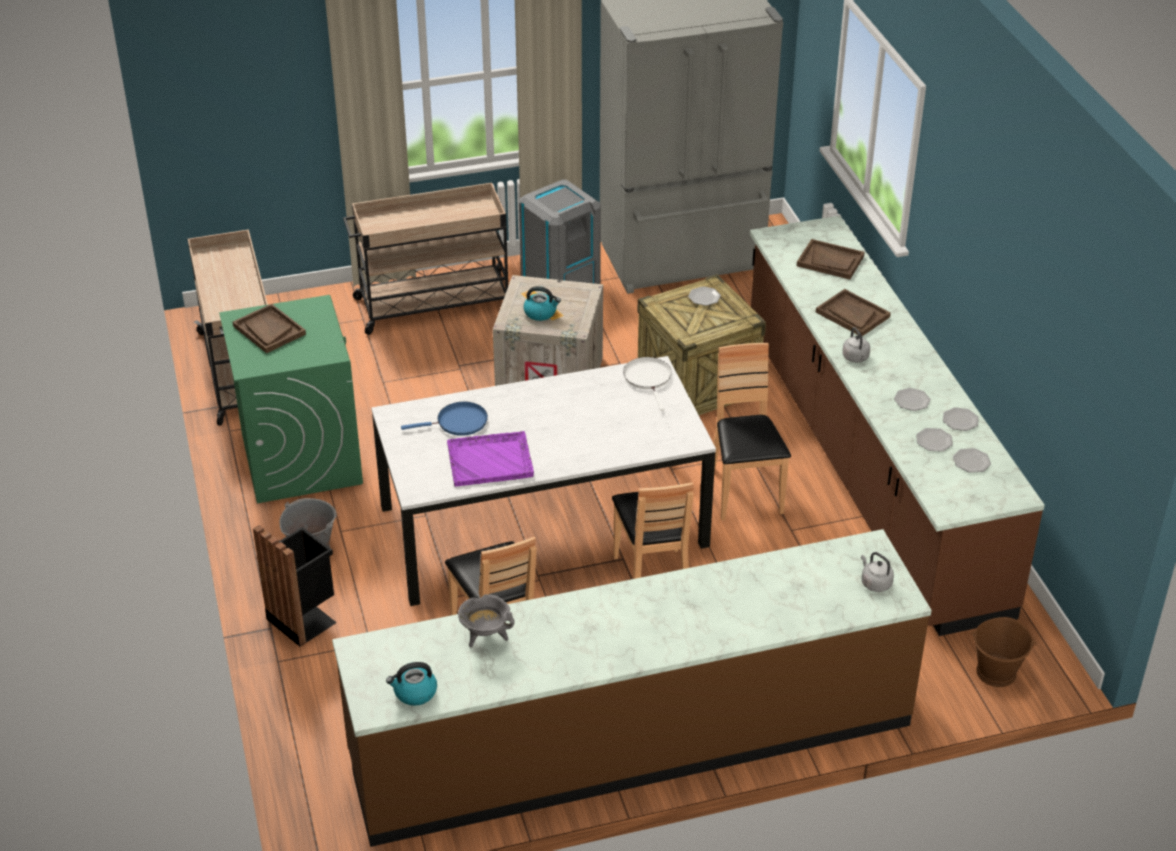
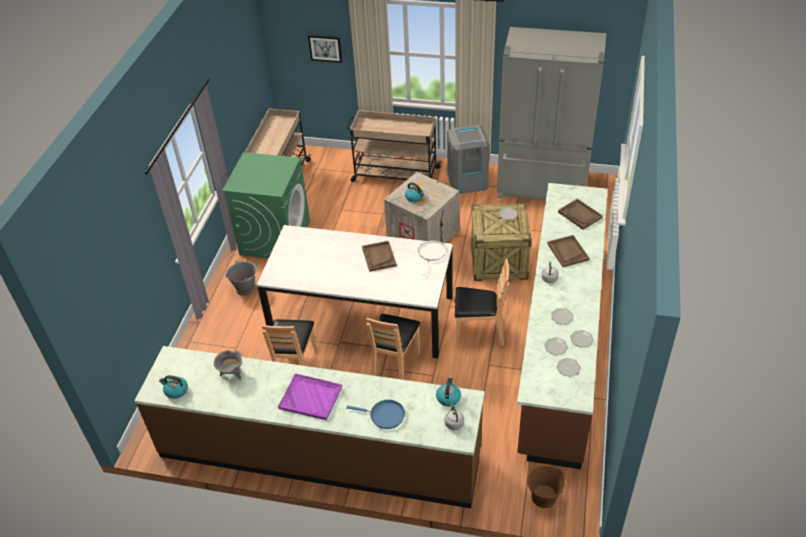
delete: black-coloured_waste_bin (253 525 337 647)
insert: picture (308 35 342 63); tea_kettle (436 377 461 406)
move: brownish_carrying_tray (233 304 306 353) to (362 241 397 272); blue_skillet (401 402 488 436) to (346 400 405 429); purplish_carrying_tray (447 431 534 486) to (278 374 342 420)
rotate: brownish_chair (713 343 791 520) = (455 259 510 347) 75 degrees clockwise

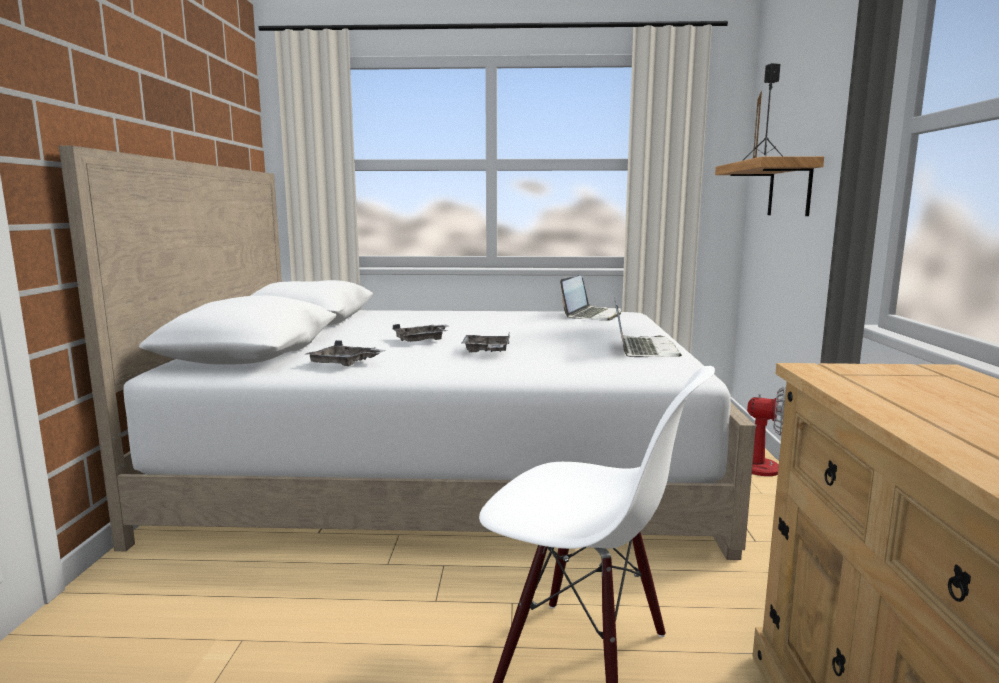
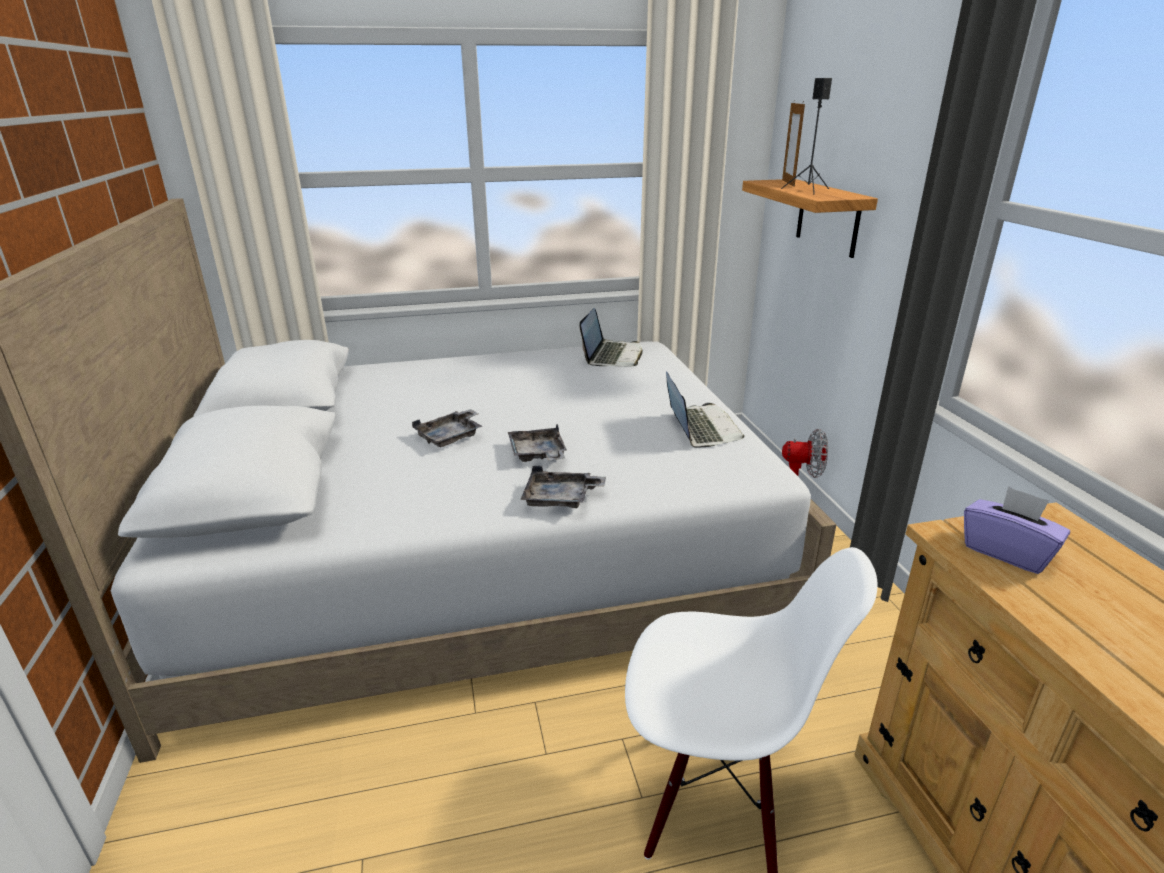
insert: purplish_tissue_box (964 486 1070 574)
move: grey_carrying_tray (306 340 386 366) to (520 466 606 508)

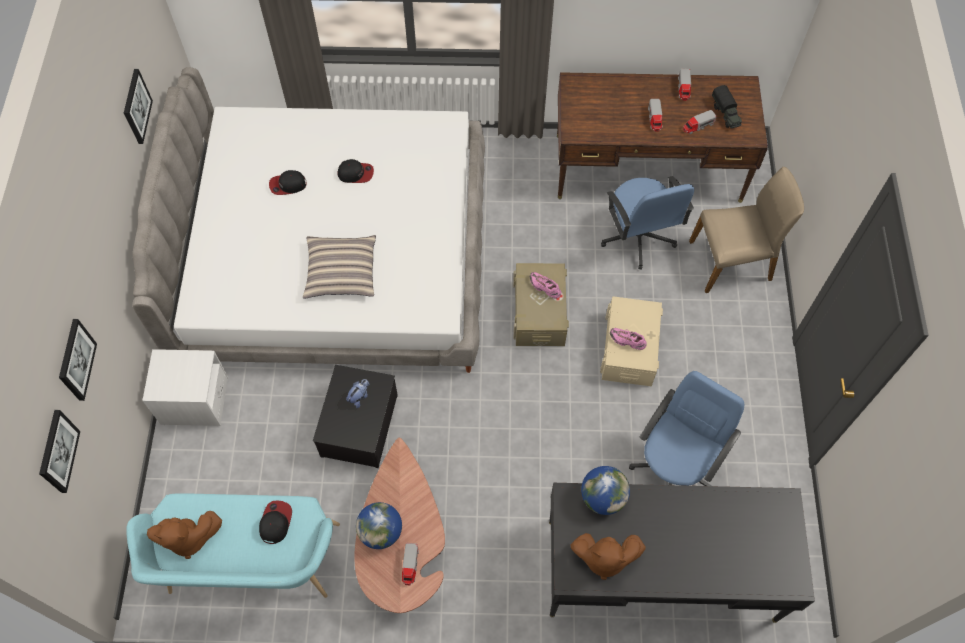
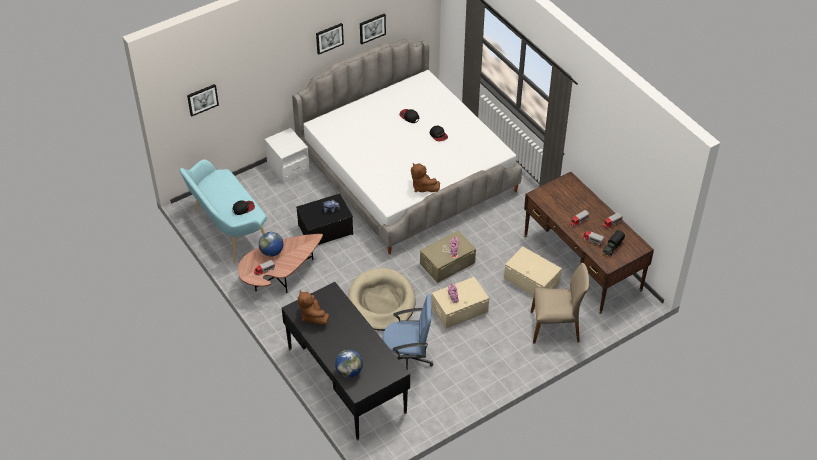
delete: pillow (303 235 376 299)
insert: sand-coloured_pet_bed (348 268 416 331)
move: picture (59 319 97 401) to (316 23 344 55); desk_globe (581 466 630 515) to (335 350 363 378); brownish_cuddly_toy (147 511 222 559) to (411 163 440 192)
replace: blue_office_chair (601 176 694 270) to sand-coloured_storage_box (504 247 562 296)
rotate: sand-coloured_chair (689 167 804 293) = (531 263 589 343) 45 degrees counterclockwise

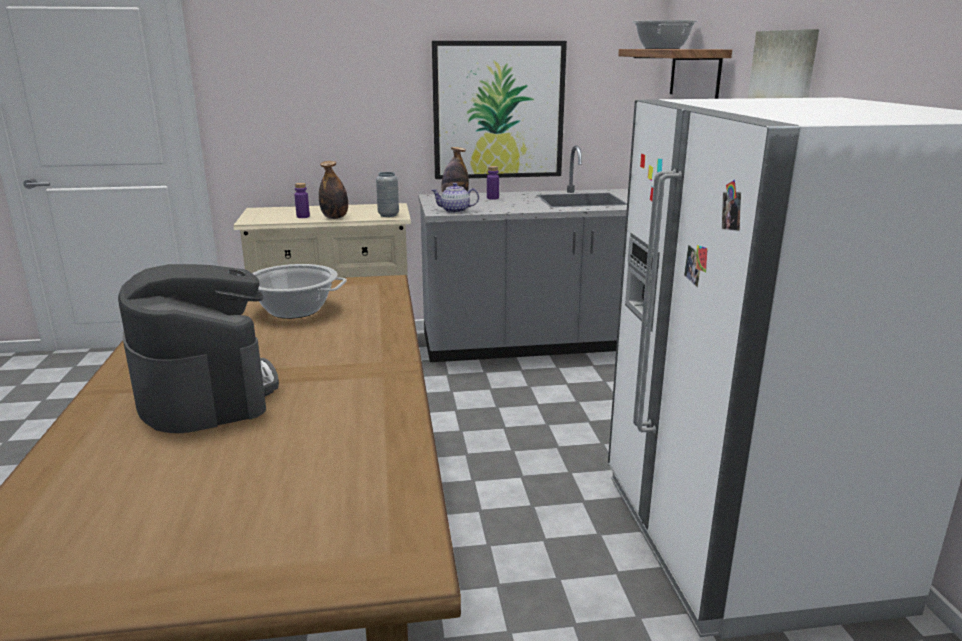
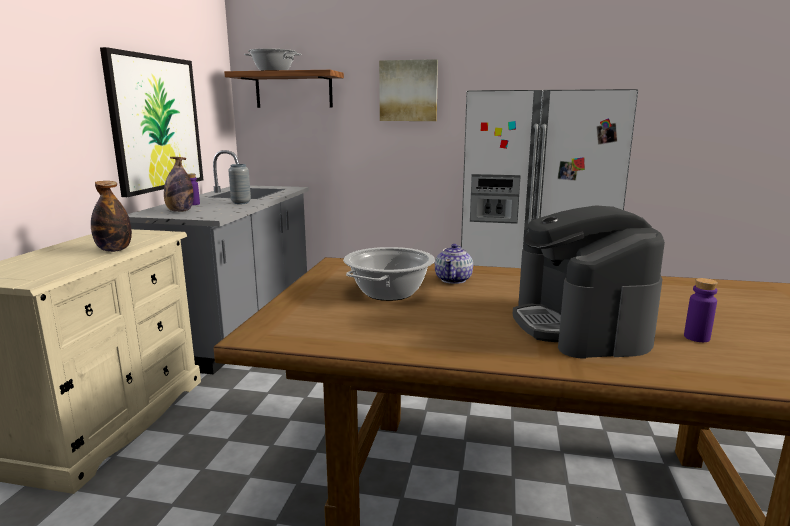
move: grey_decorative_vase (376 172 399 217) to (228 164 251 204); purplish_drink_bottle (295 183 310 218) to (684 278 718 342); tea_pot (431 183 479 213) to (435 244 473 284)
rotate: coffee_machine (118 264 279 433) = (513 205 665 359) 90 degrees counterclockwise

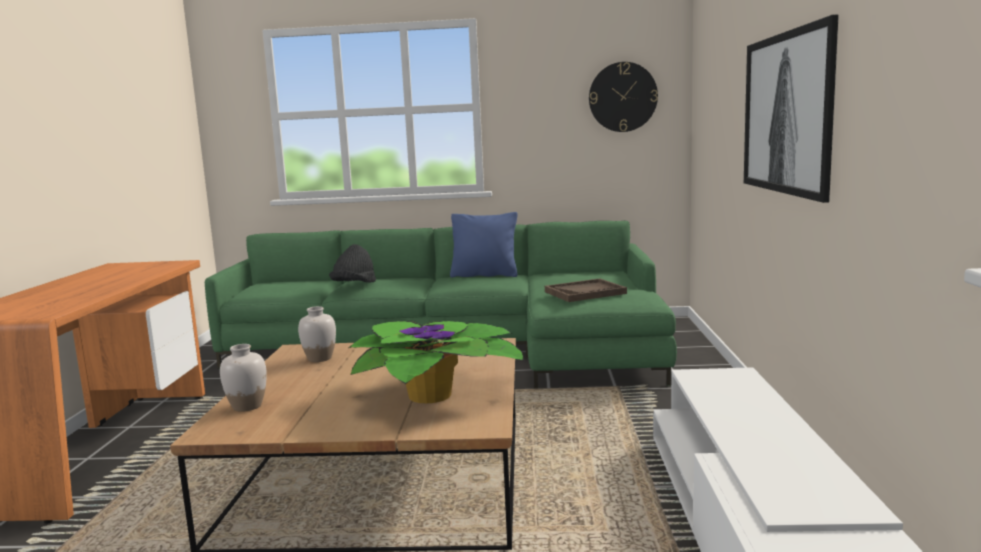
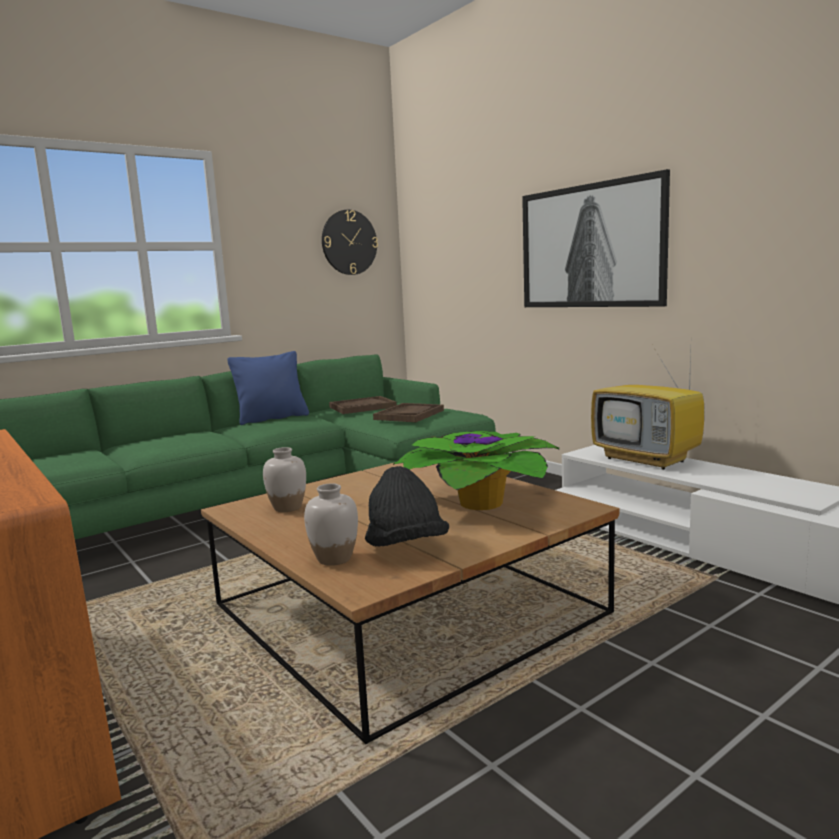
insert: television (591 353 704 470); brownish_carrying_tray (329 396 397 414)
move: black-coloured_hat (329 244 376 283) to (365 466 449 547)

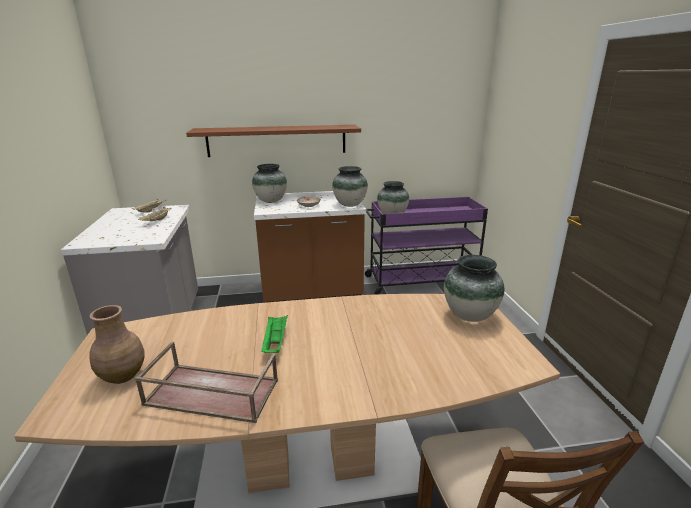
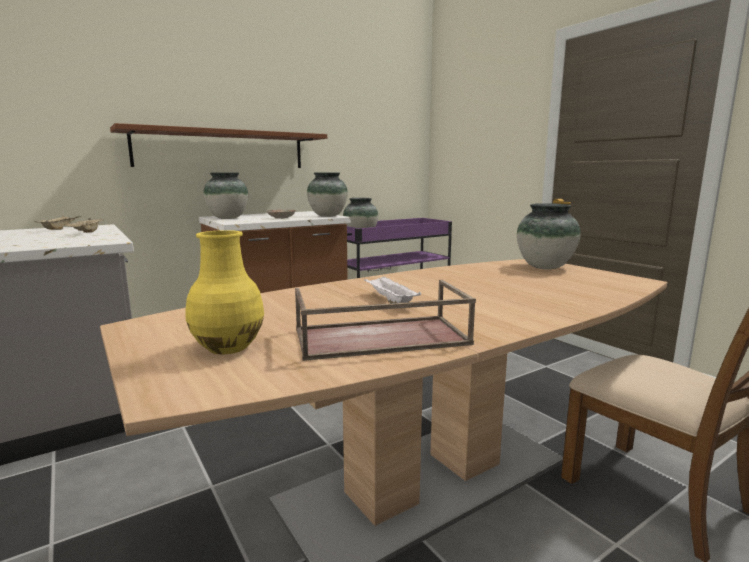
recolor: brownish_decorative_vase (89 305 145 384) to yellowish_decorative_vase (186 230 264 354); green-coloured_carrying_tray (261 315 288 353) to whitish_carrying_tray (364 276 421 303)

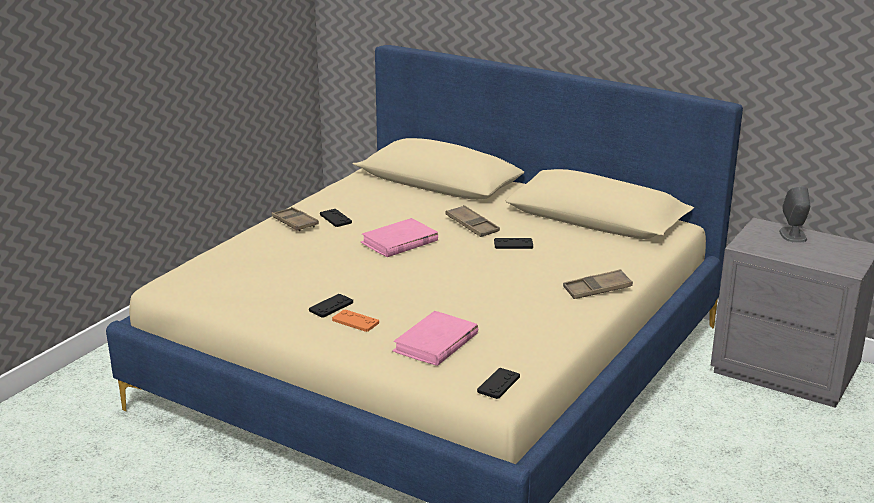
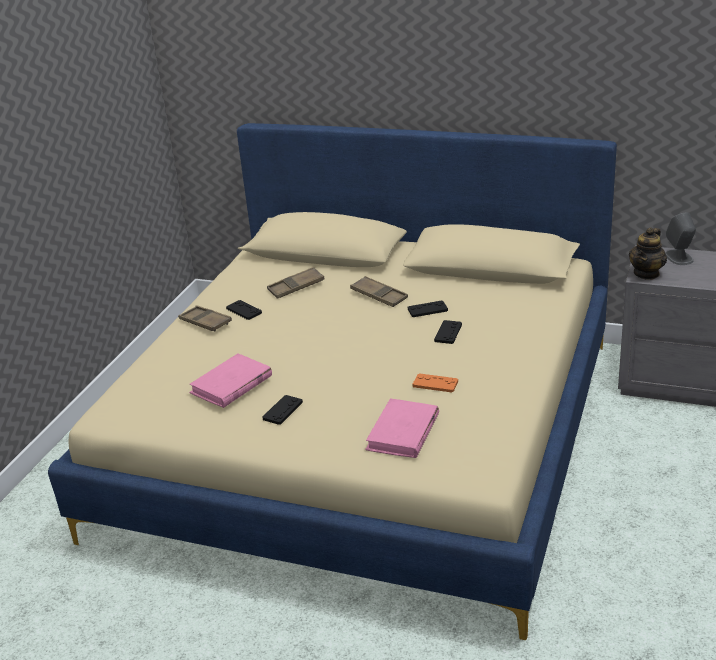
insert: tea_pot (629 227 667 280)
move: pink-coloured_volume (361 218 438 257) to (189 354 272 408); brownish_carrying_tray (563 269 633 299) to (267 267 324 299); orange_gamepad (332 309 379 332) to (413 373 458 392); black-coloured_gamepad (477 368 520 399) to (434 320 462 344)

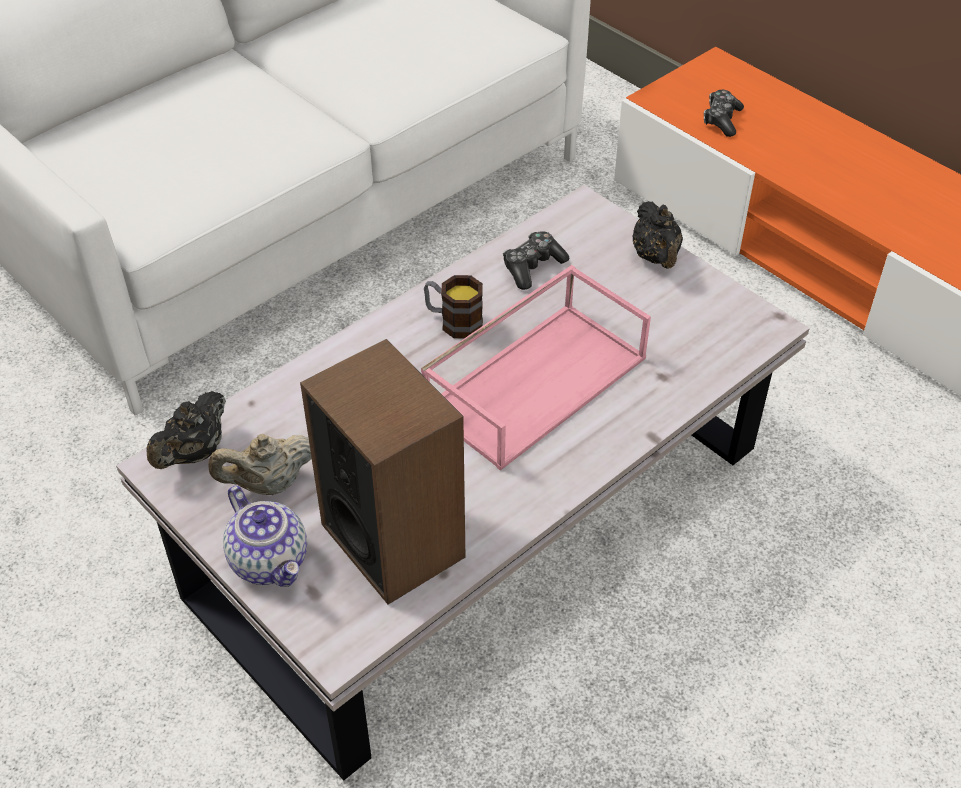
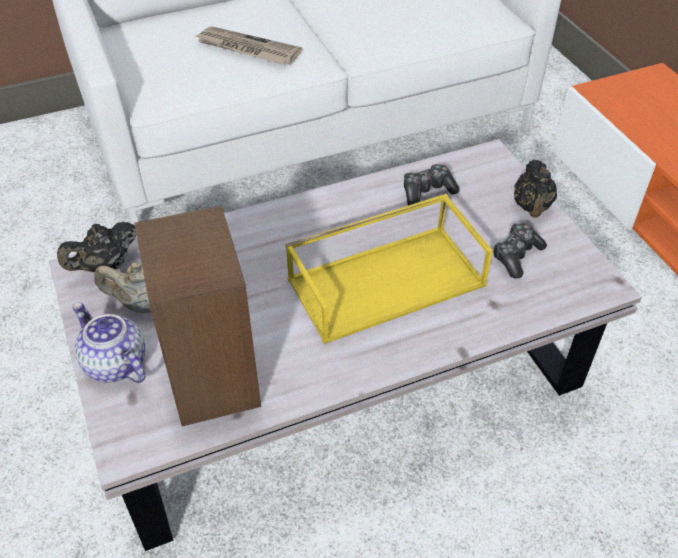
delete: mug (424 275 483 339)
insert: daily_paper (196 27 302 65)
move: gamepad (704 90 744 137) to (493 223 547 278)
recolor: pink-coloured_carrying_tray (421 265 651 471) to yellowish_carrying_tray (285 194 493 344)
rotate: tea_pot (223 486 307 587) = (72 303 146 383) 150 degrees clockwise

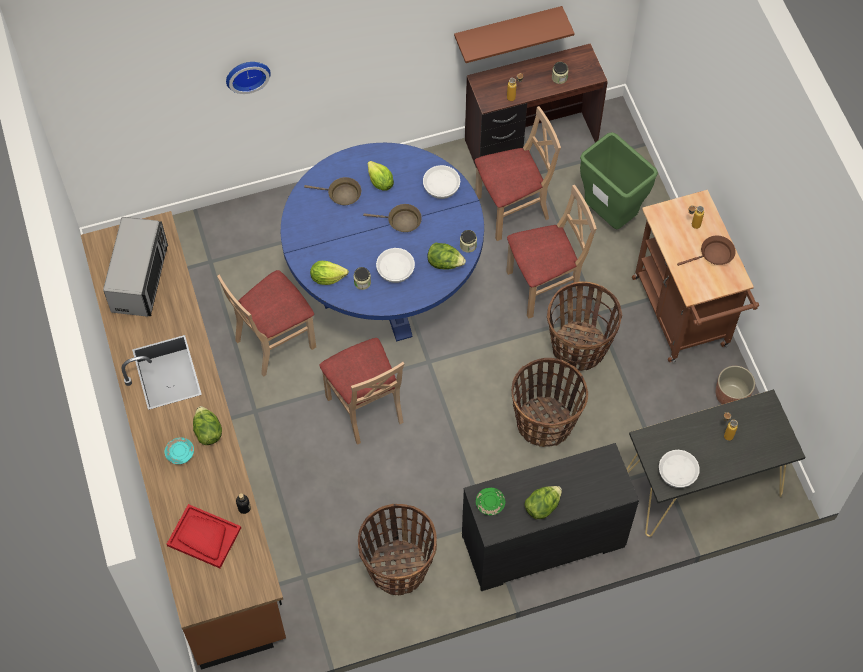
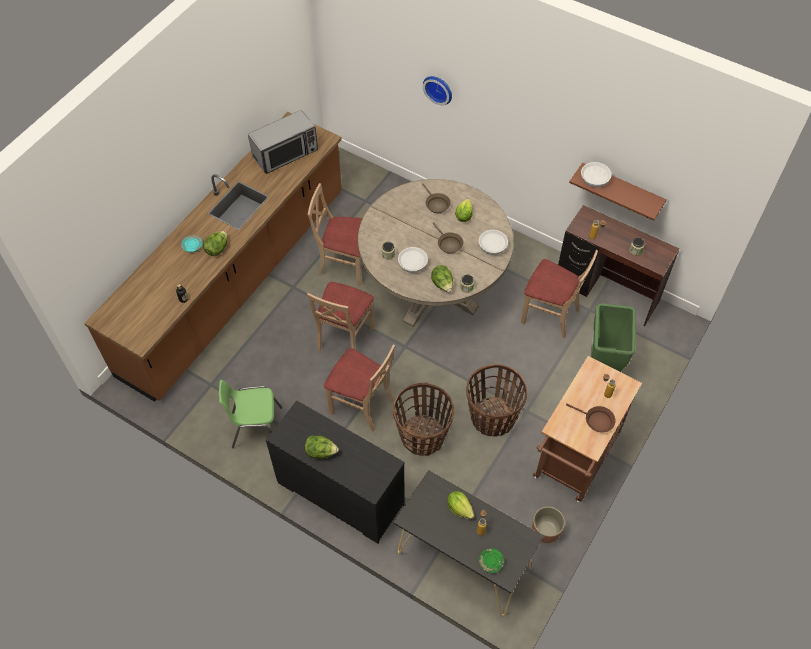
delete: red-coloured_carrying_tray (167 504 241 568)
move: sand-coloured_chair (506 185 597 319) to (324 345 395 431); lettuce_head (310 261 349 285) to (447 491 474 519); whitish_bowl (659 450 700 488) to (581 162 611 188); green-coloured_dinner_plate (476 488 505 515) to (479 548 504 573)
replace: household_basket (358 504 437 596) to green-coloured_chair (219 380 282 449)
recolor: blue_dining_table (281 143 484 342) to sand-coloured_dining_table (358 179 514 327)

